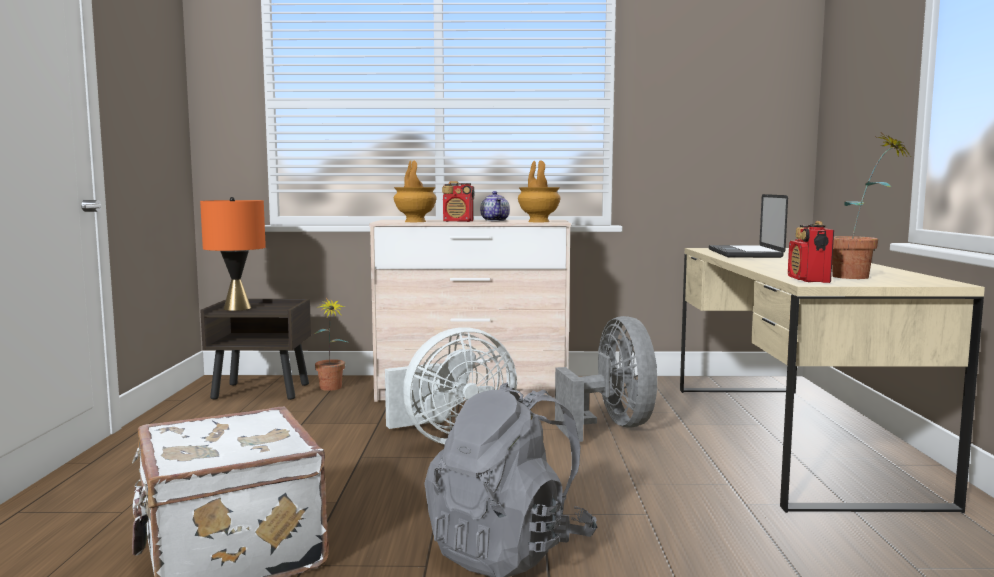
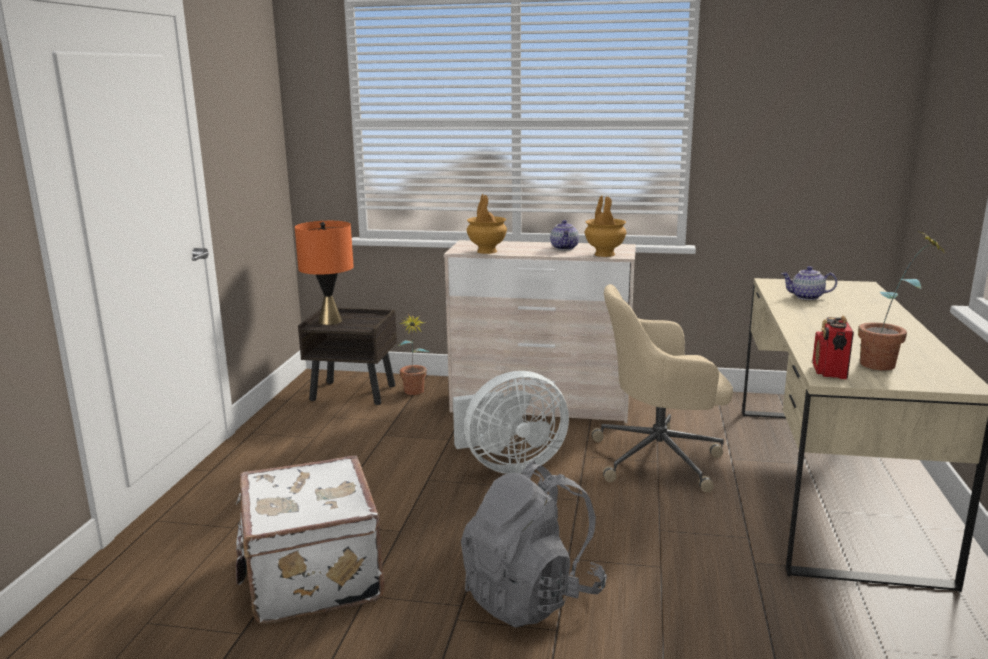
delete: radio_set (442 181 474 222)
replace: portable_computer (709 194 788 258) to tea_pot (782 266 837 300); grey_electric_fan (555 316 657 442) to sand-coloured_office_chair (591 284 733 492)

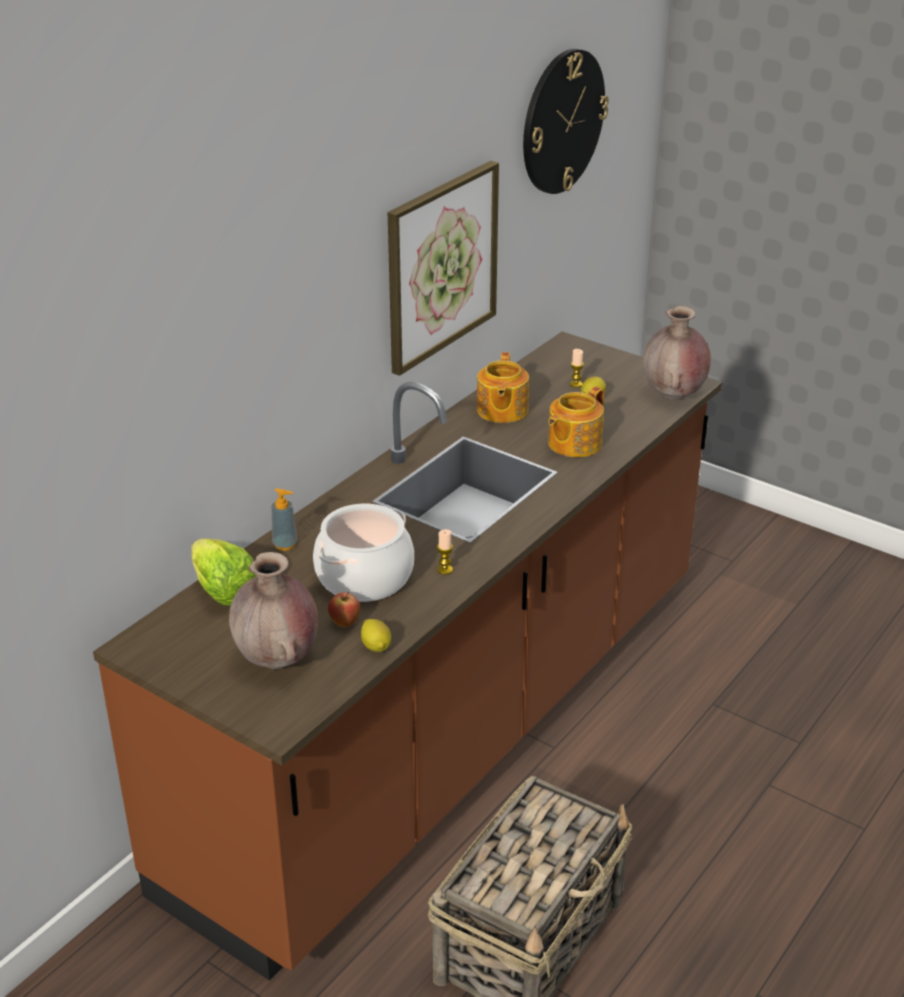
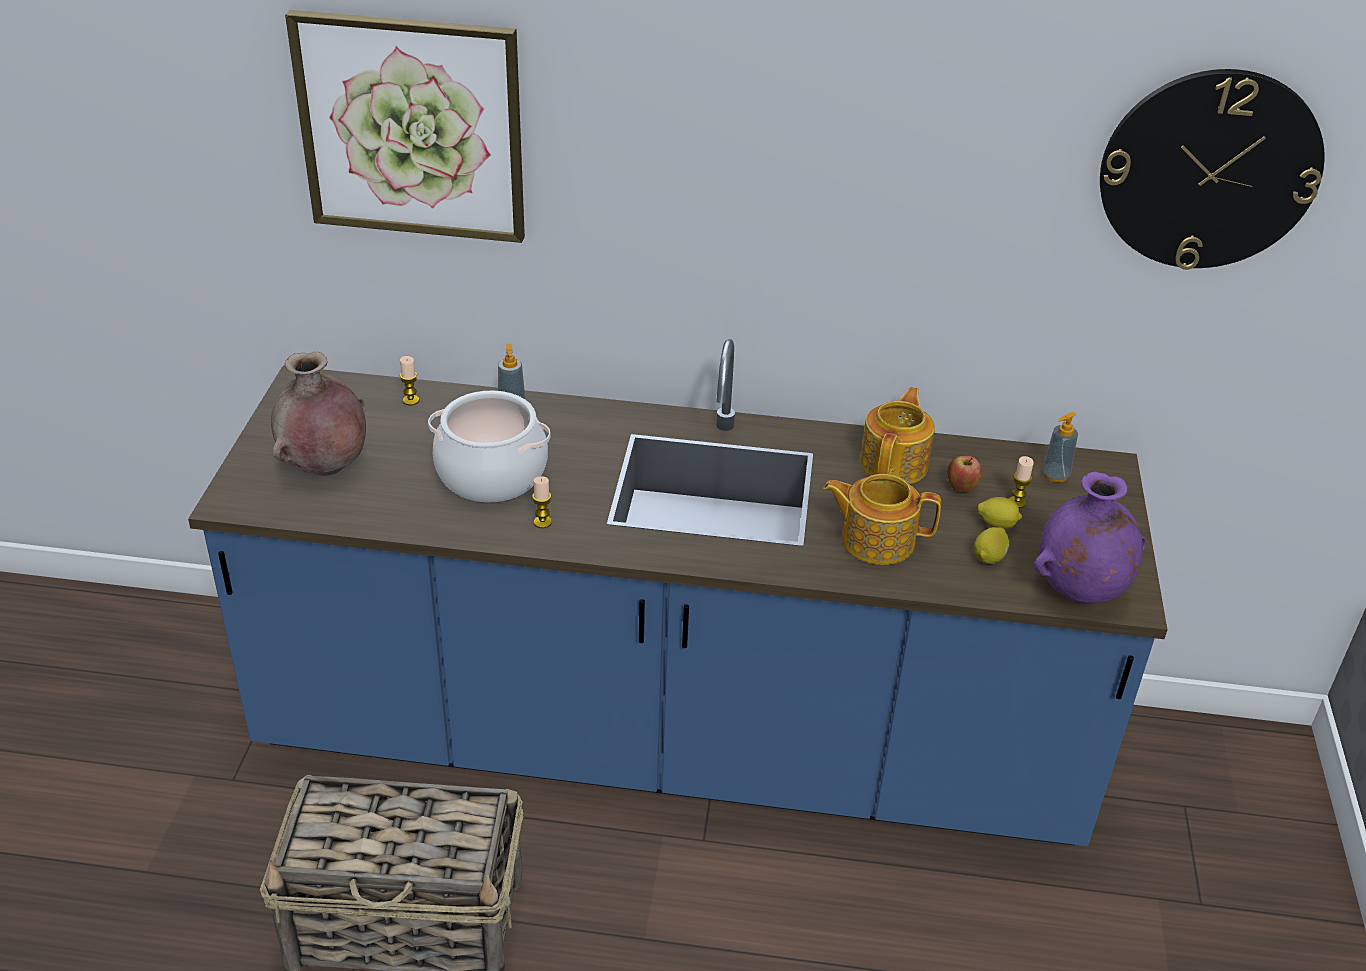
insert: soap_bottle (1042 412 1078 482)
move: picture (388 161 499 376) to (285 10 525 243); apple (328 592 360 628) to (947 456 982 492); citrus_fruit (361 619 391 652) to (974 527 1009 564)
replace: lettuce_head (191 538 257 606) to wax_candle (400 356 419 405)
recolor: brownish_decorative_vase (643 306 711 400) to purplish_decorative_vase (1034 471 1146 604); brownish_kitchen_counter (93 331 722 981) to blue_kitchen_counter (188 339 1167 846)
rotate: tea_pot (477 352 529 423) = (860 387 935 484) 135 degrees clockwise

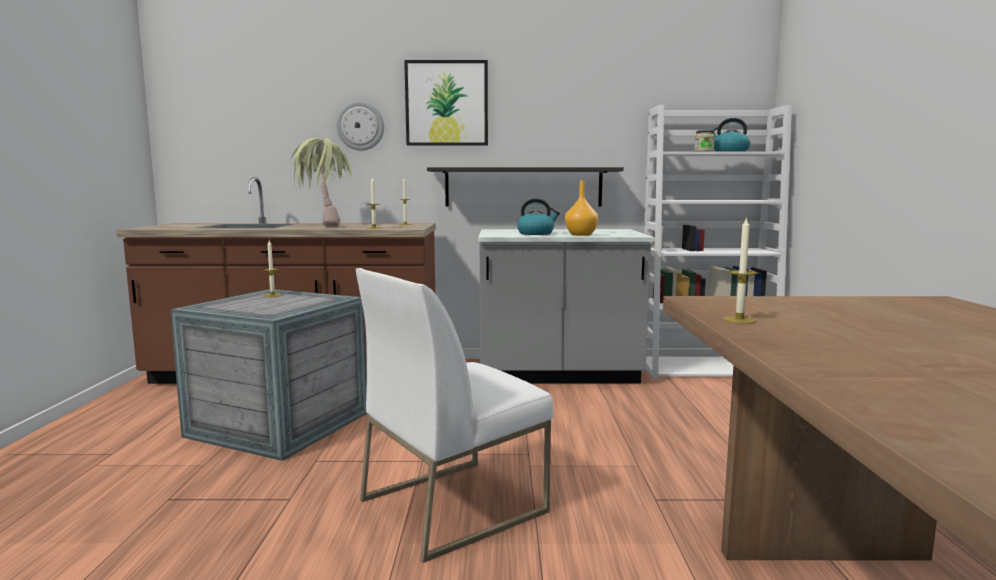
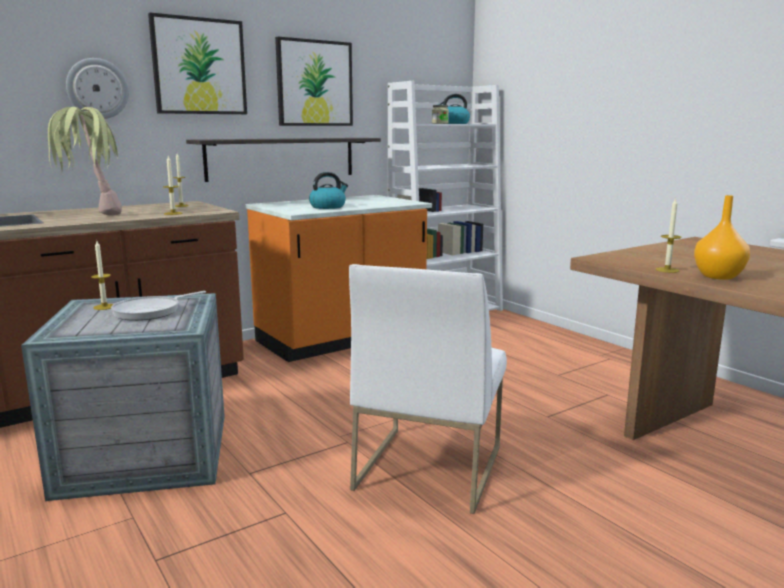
insert: picture (275 37 353 126); skillet (111 291 206 321)
move: orange_decorative_vase (565 181 598 236) to (694 195 750 280)
recolor: grey_kitchen_counter (478 229 654 383) to orange_kitchen_counter (246 195 432 362)

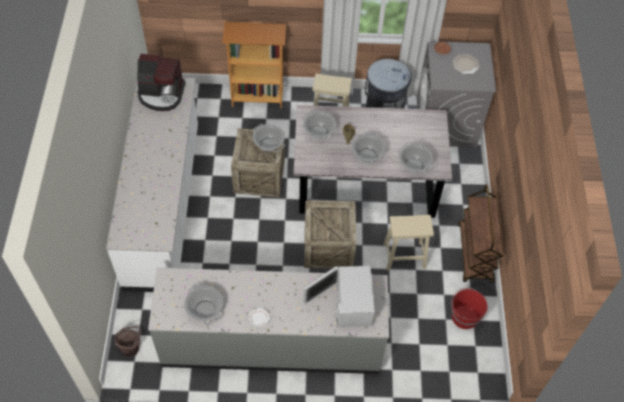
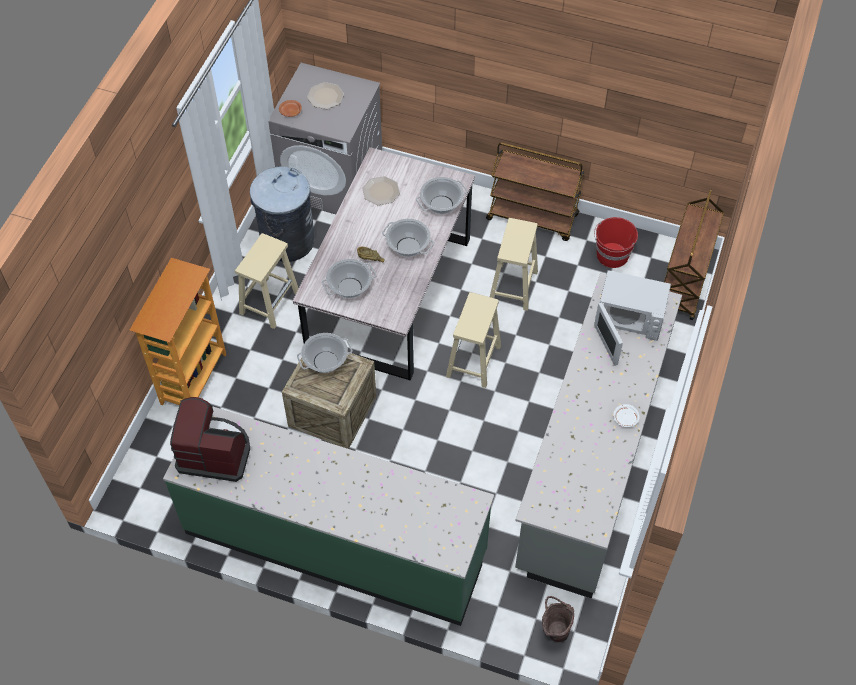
delete: saucepot (184 284 223 325)
insert: dinner_plate (362 176 400 205); brownish_trolley (664 189 724 320)
replace: packing_crate (304 200 356 269) to sand-coloured_sitting_stool (446 292 501 388)
recolor: whitish_kitchen_counter (106 78 198 292) to green-coloured_kitchen_counter (163 406 494 626)
rotate: coffee_machine (137 54 185 111) = (170 397 250 482) 105 degrees counterclockwise

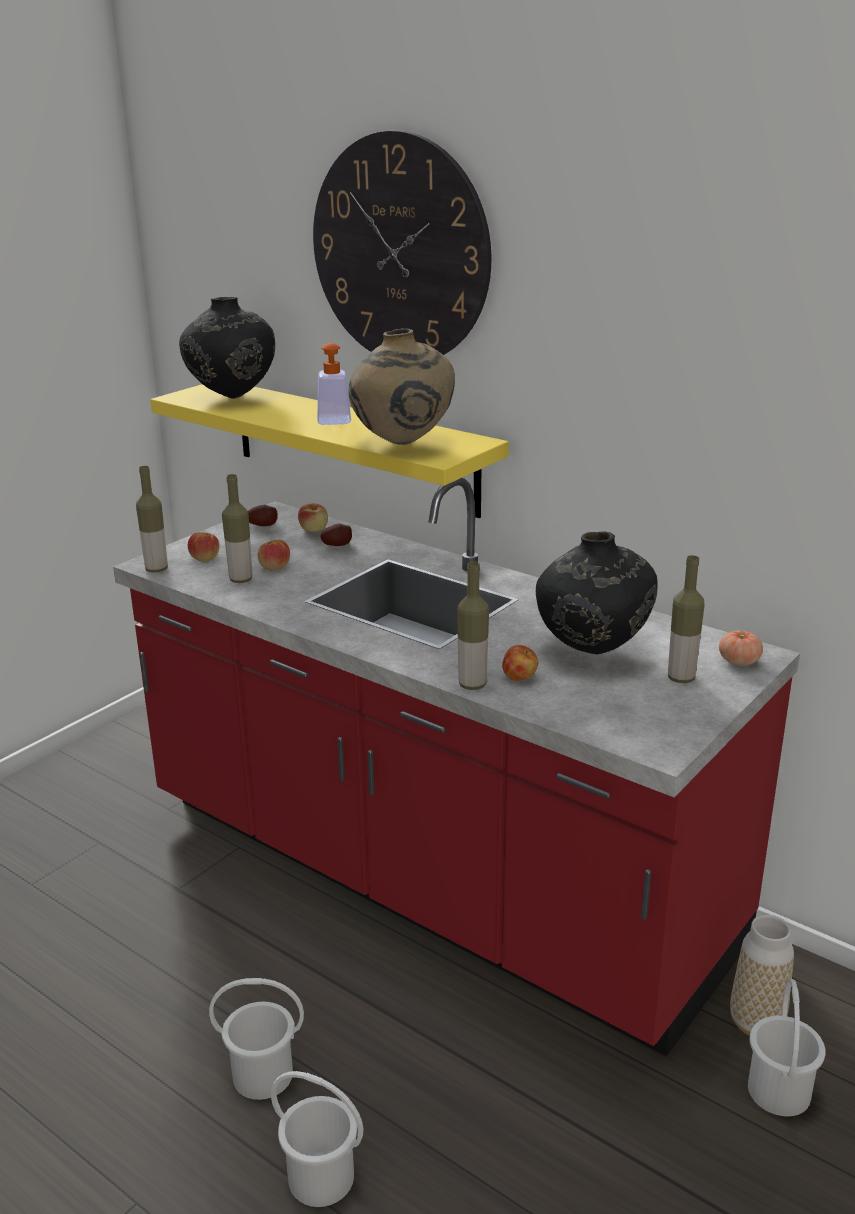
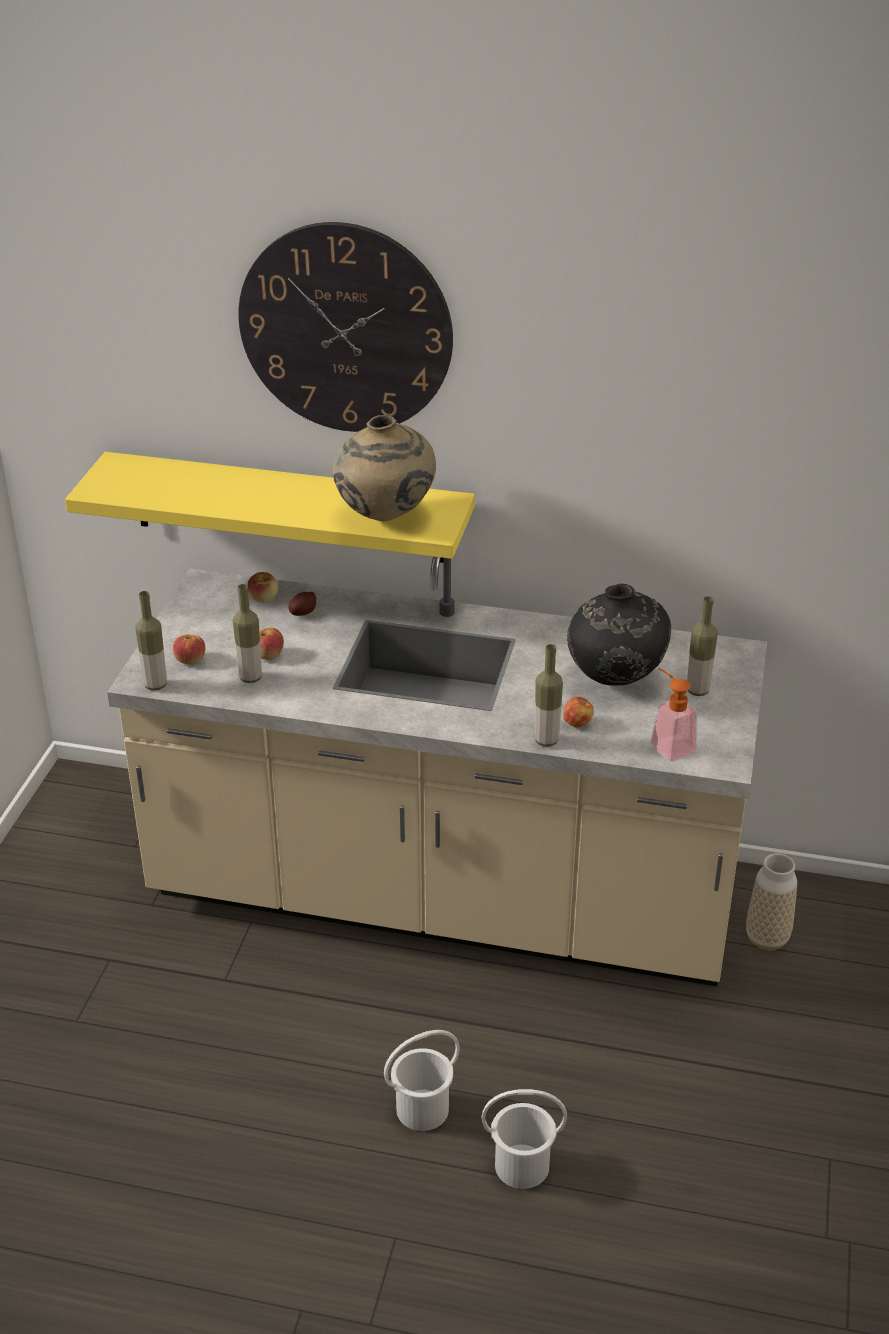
delete: black-coloured_decorative_vase (179 297 275 399); spud (248 505 278 526); fresh_tomato (719 630 763 665); whitish_water_bucket (748 979 825 1117)
move: soap_bottle (317 341 351 425) to (651 668 697 762)
recolor: red-coloured_kitchen_counter (113 478 800 1056) to sand-coloured_kitchen_counter (107 557 767 986)

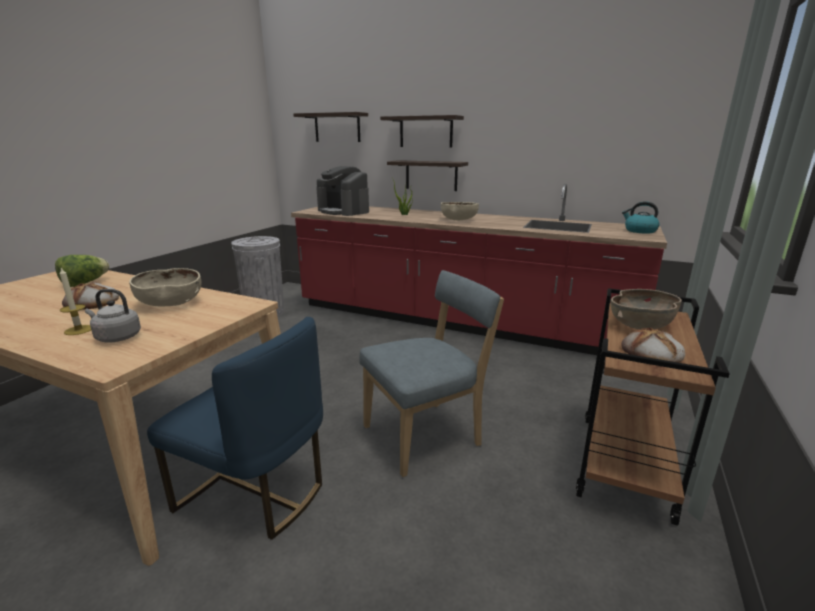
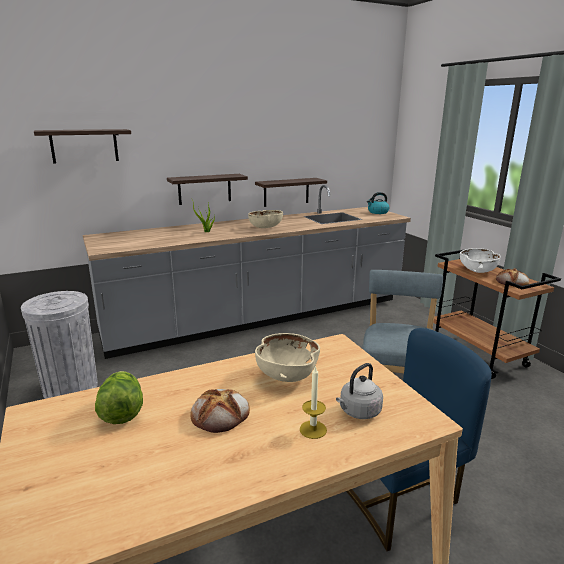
delete: coffee_machine (316 166 369 216)
move: shelf (380 115 464 147) to (255 178 327 207)
recolor: red-coloured_kitchen_counter (291 184 667 355) to grey_kitchen_counter (83 185 411 359); brownish_bowl (611 289 682 329) to whitish_bowl (460 248 501 273)

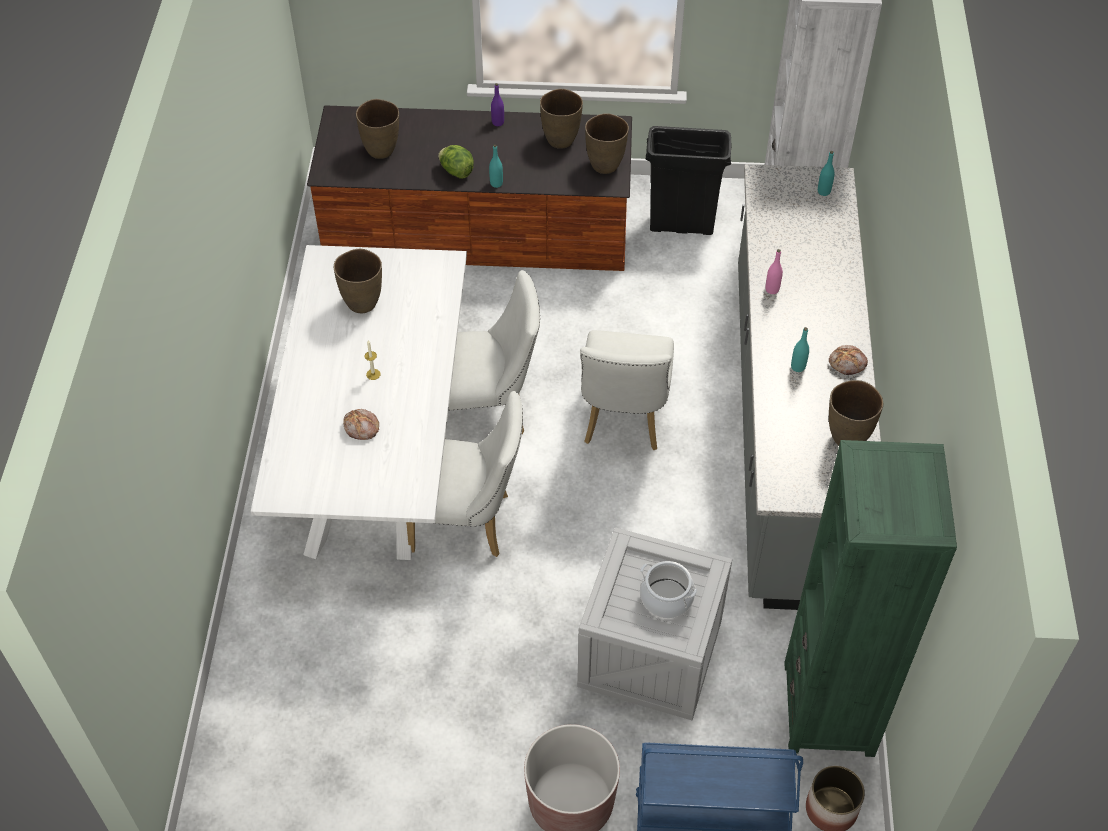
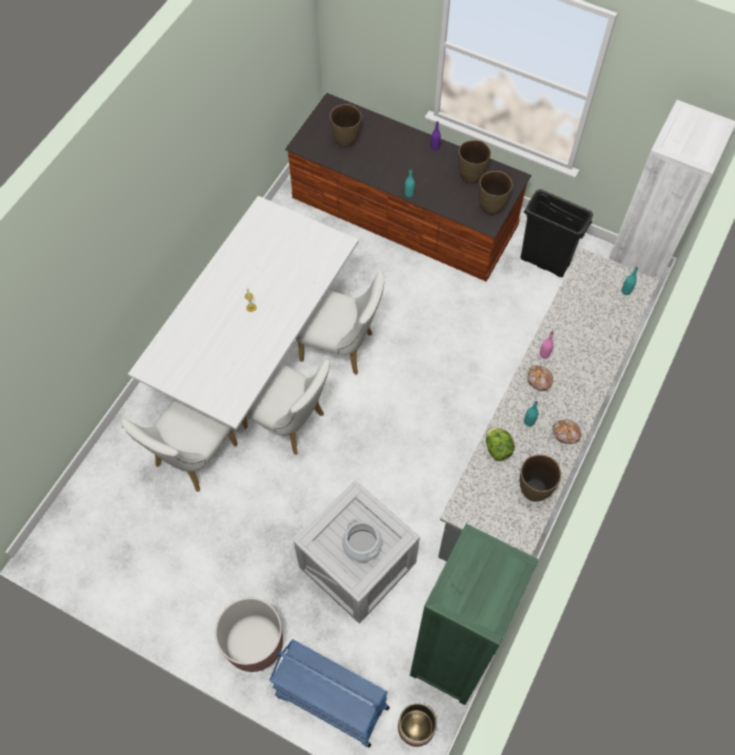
delete: brownish_decorative_vase (334 249 382 313)
move: lettuce_head (438 145 474 179) to (486 427 514 461); whitish_chair (580 330 674 450) to (121 399 238 492); baked_bread (343 409 379 440) to (527 366 553 391)

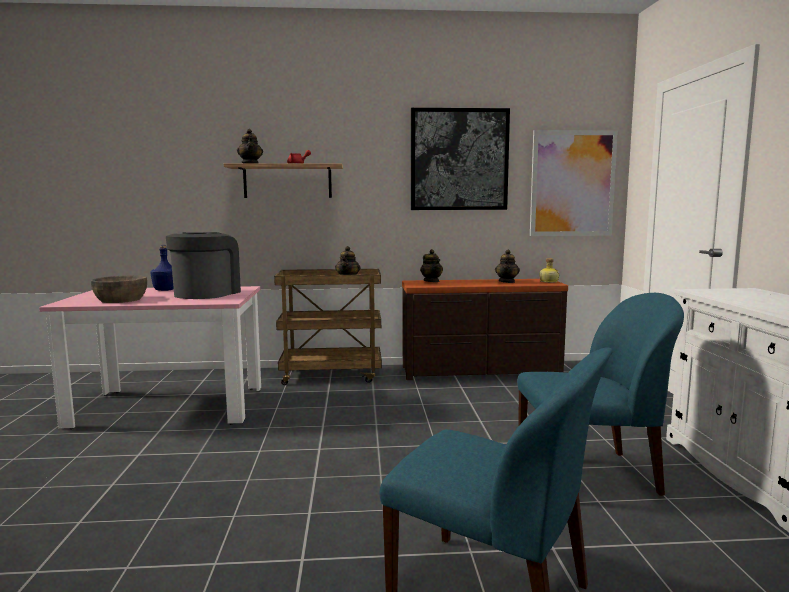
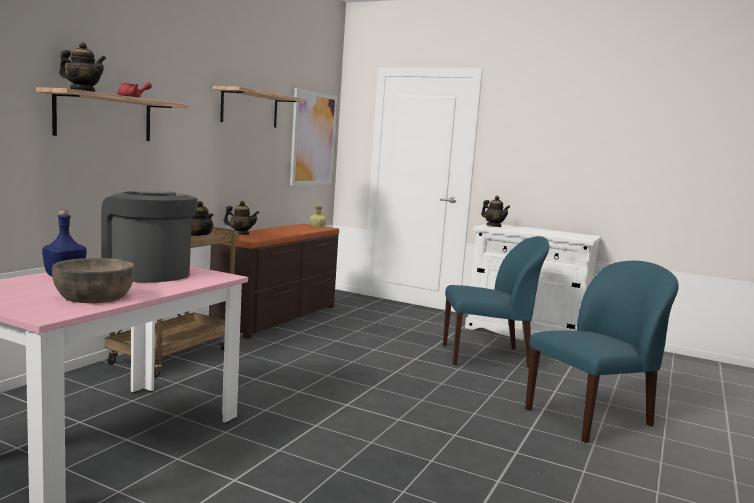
move: tea_pot (495 249 520 283) to (481 196 510 227)
replace: picture (411 108 510 210) to shelf (213 86 307 128)
rotate: blue_chair (517 293 684 496) = (443 236 549 368) 60 degrees clockwise

